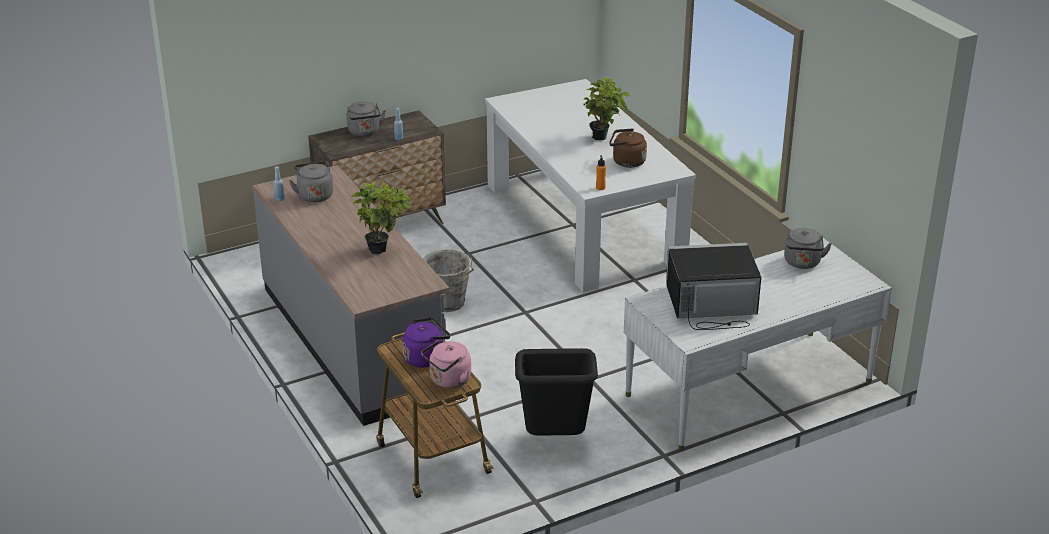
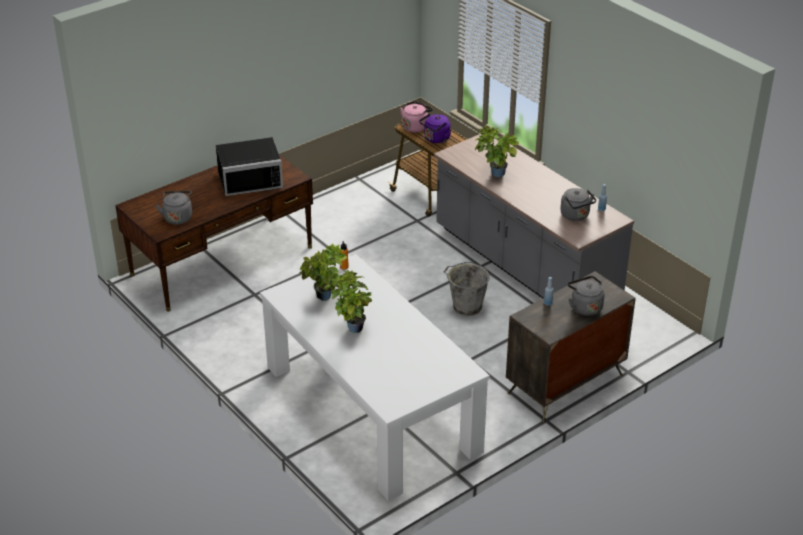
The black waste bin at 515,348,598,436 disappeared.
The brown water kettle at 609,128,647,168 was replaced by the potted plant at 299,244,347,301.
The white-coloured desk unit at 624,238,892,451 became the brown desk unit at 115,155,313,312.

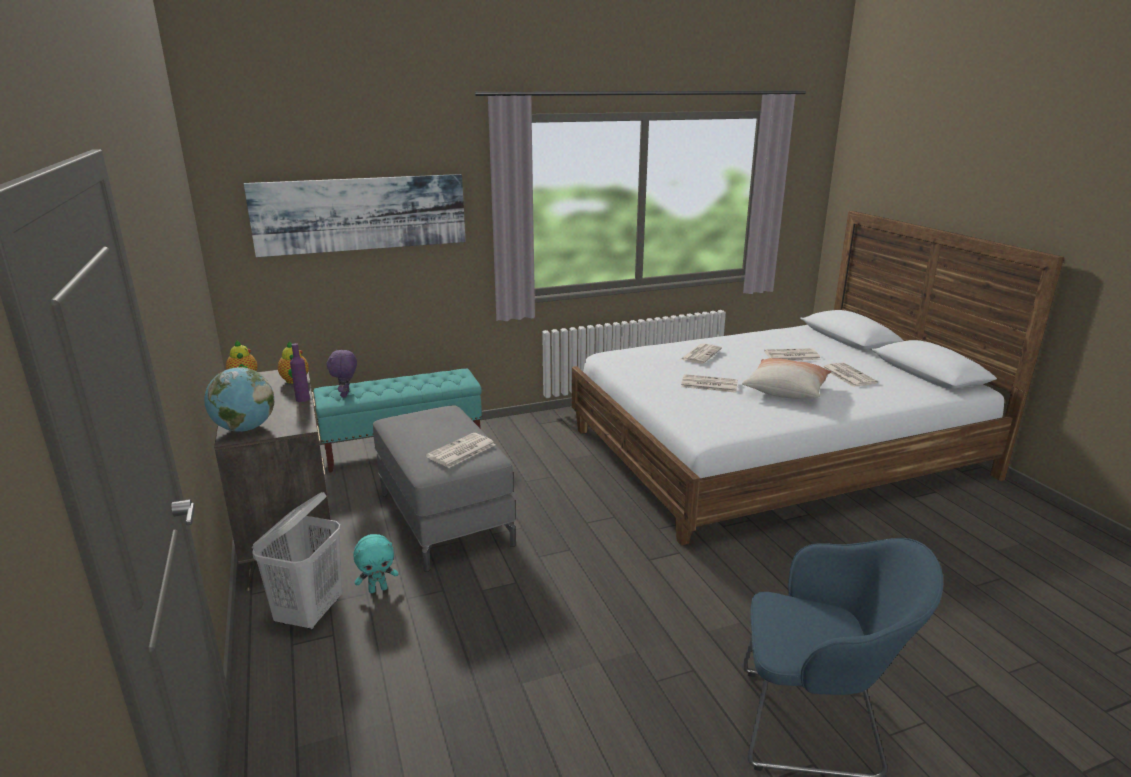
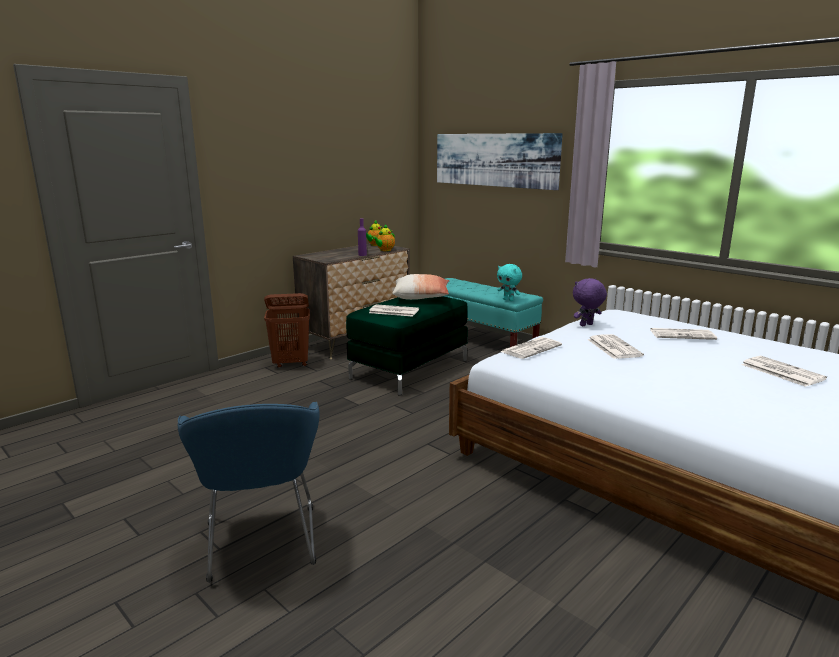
The world globe at 204,367,274,432 disappeared.
The purplish soft toy moved from 326,349,357,398 to 573,278,607,326.
The turquoise-coloured soft toy moved from 354,534,398,593 to 497,264,522,301.
The throw pillow moved from 742,358,832,399 to 392,274,449,300.
The printed paper moved from 824,363,878,387 to 500,337,562,359.
The white-coloured hamper at 252,492,342,630 became the brown hamper at 264,293,310,368.
The greyish ottoman at 373,405,516,572 became the greenish ottoman at 346,296,468,395.

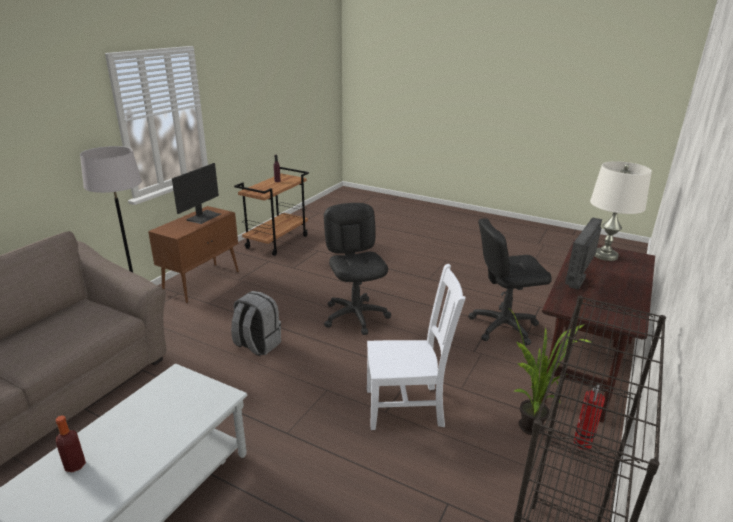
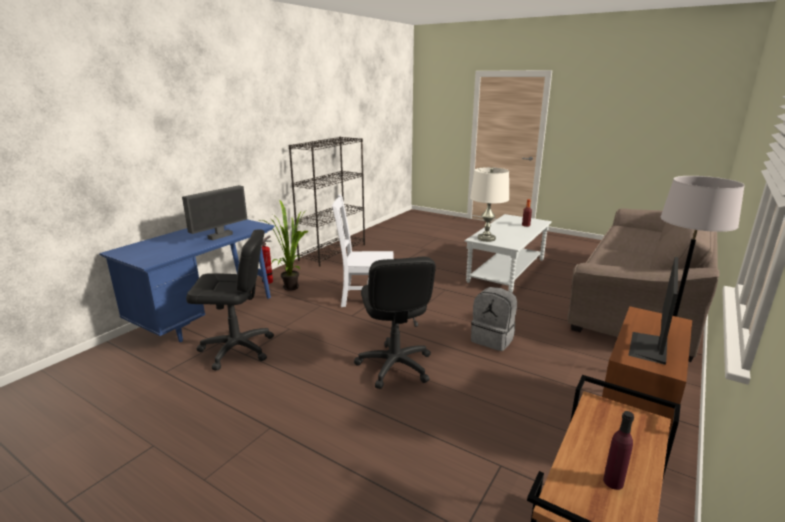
The white-coloured lamp for a table moved from 590,161,652,261 to 470,167,509,242.
The brown desk unit at 541,240,655,422 became the bluish desk unit at 99,219,274,342.

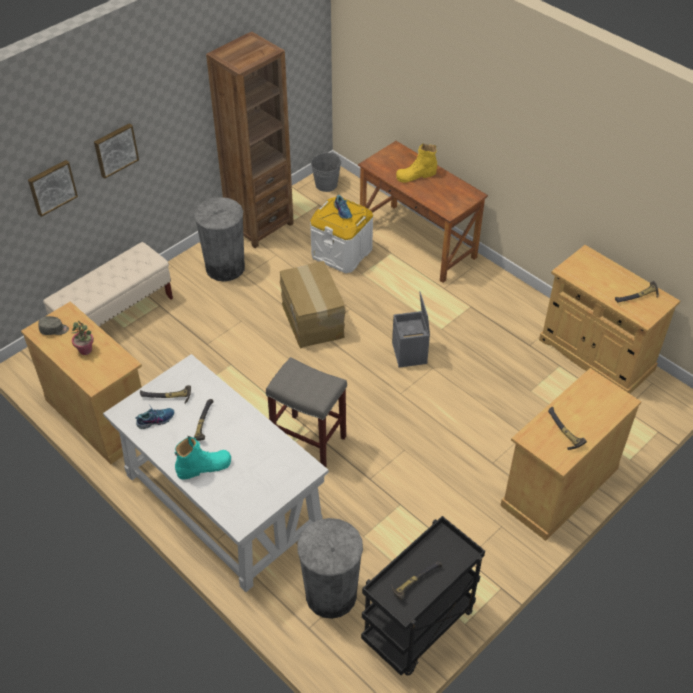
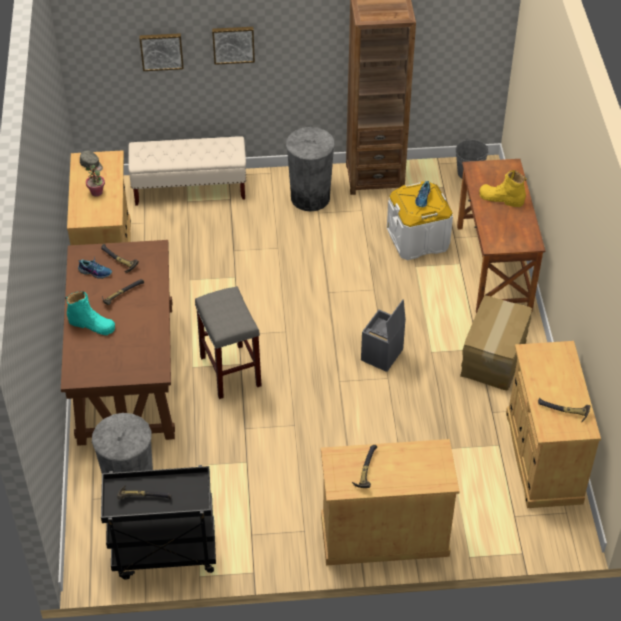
The packing box moved from 280,261,345,348 to 460,295,532,391.
The white-coloured desk unit at 103,354,329,592 became the brown desk unit at 61,240,175,446.

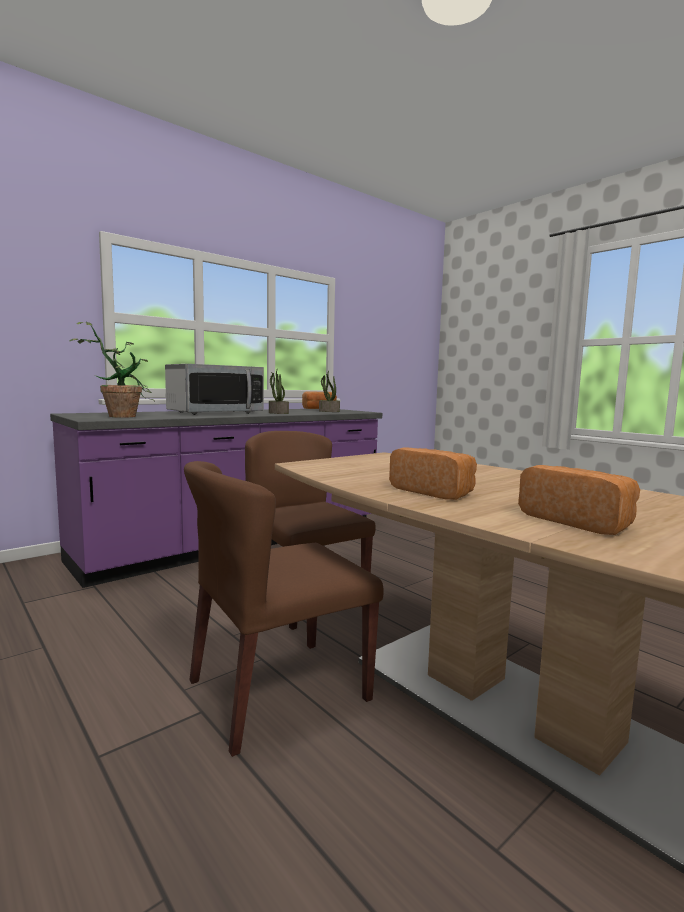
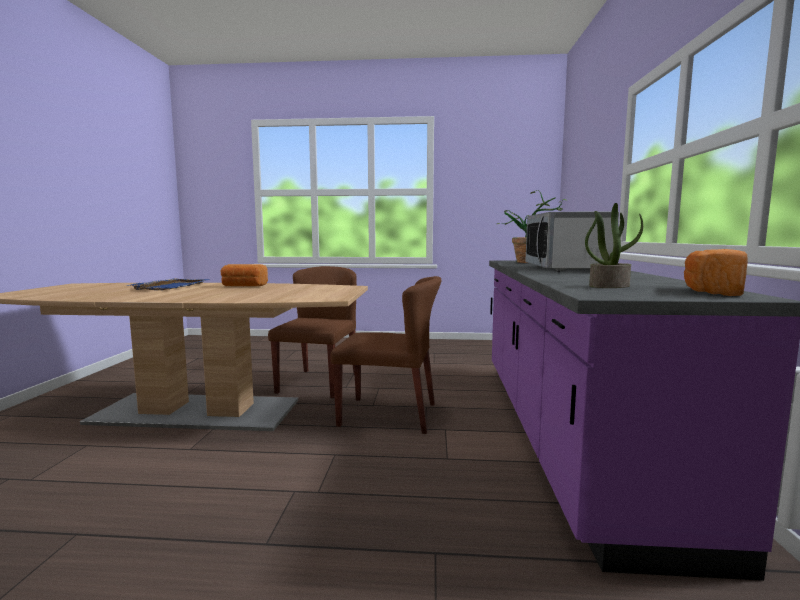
The potted plant at 269,368,289,414 disappeared.
The bakery bread at 518,465,640,535 was replaced by the bluish carrying tray at 126,278,210,290.

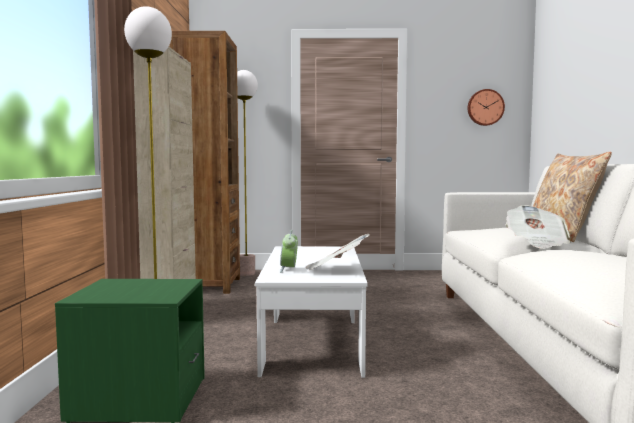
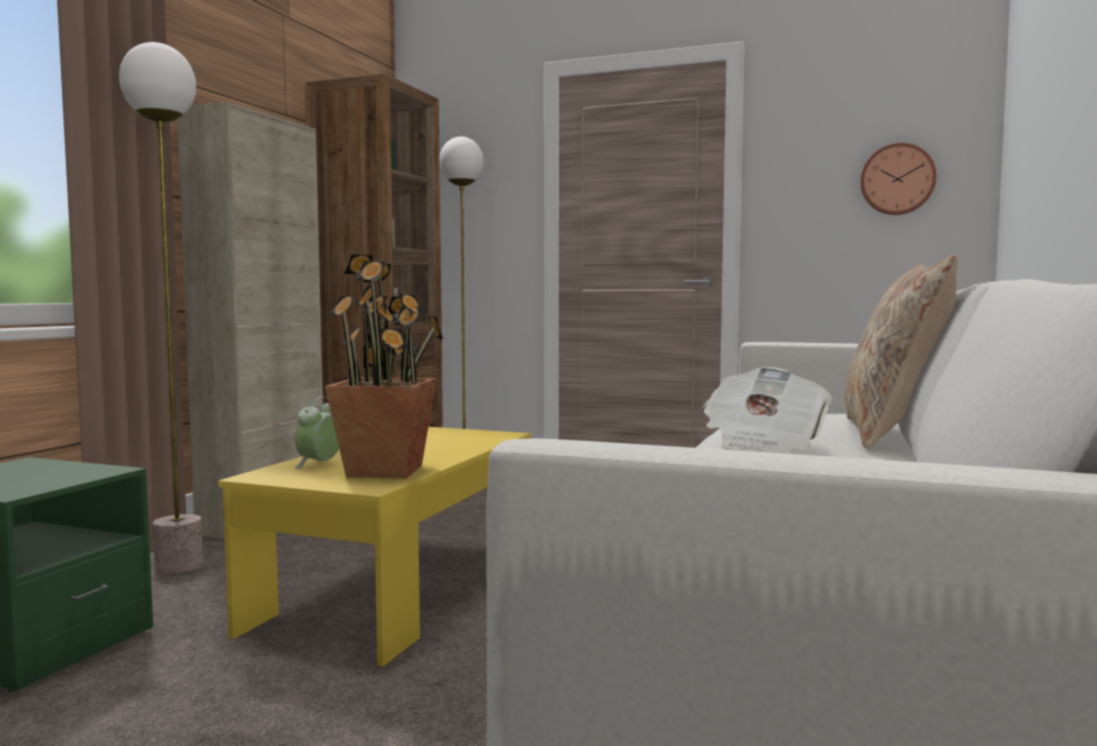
The printed paper at 306,234,370,270 was replaced by the potted plant at 325,255,443,478.
The white-coloured lounge table at 255,246,368,378 became the yellow-coloured lounge table at 218,427,531,667.

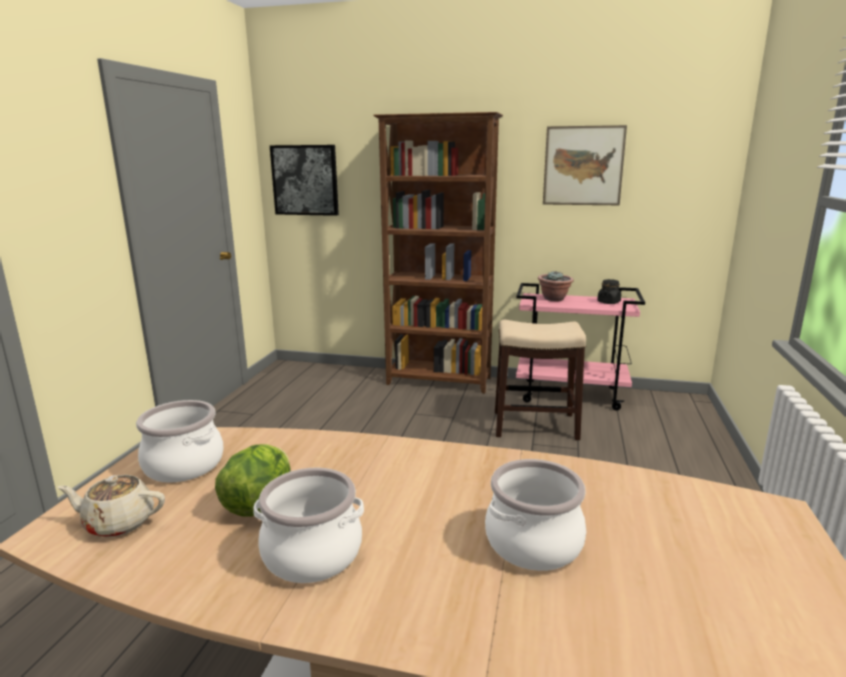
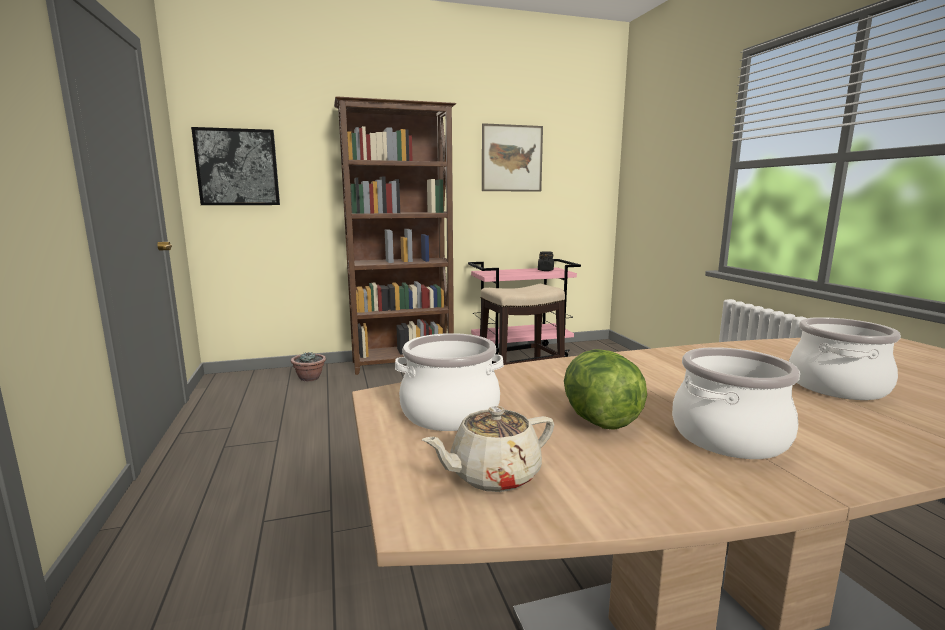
The potted plant moved from 538,271,574,301 to 291,352,326,381.

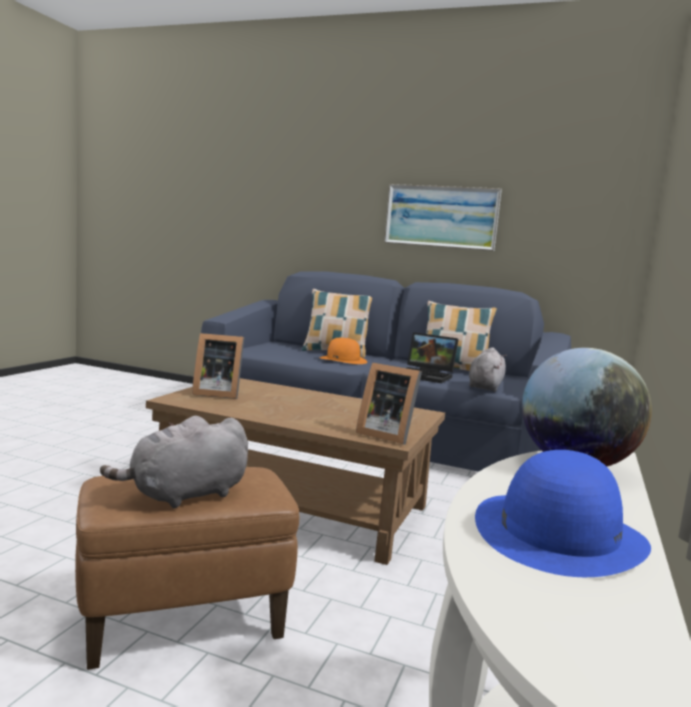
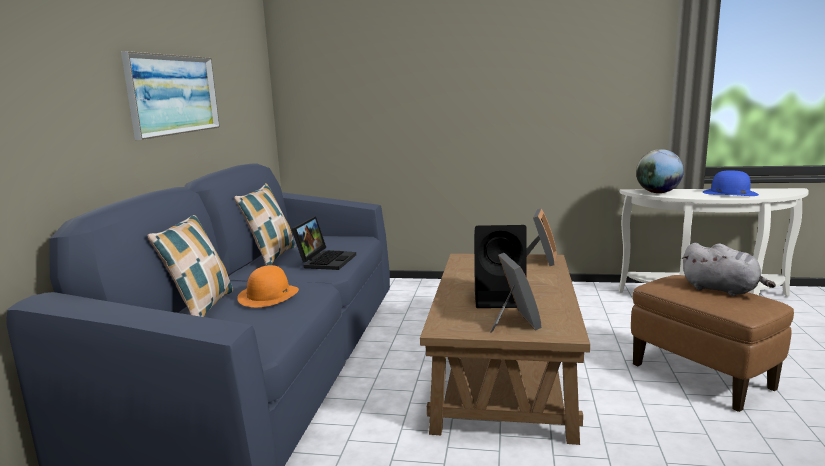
The greyish soft toy at 469,347,507,392 disappeared.
The black speaker at 474,225,526,308 appeared.

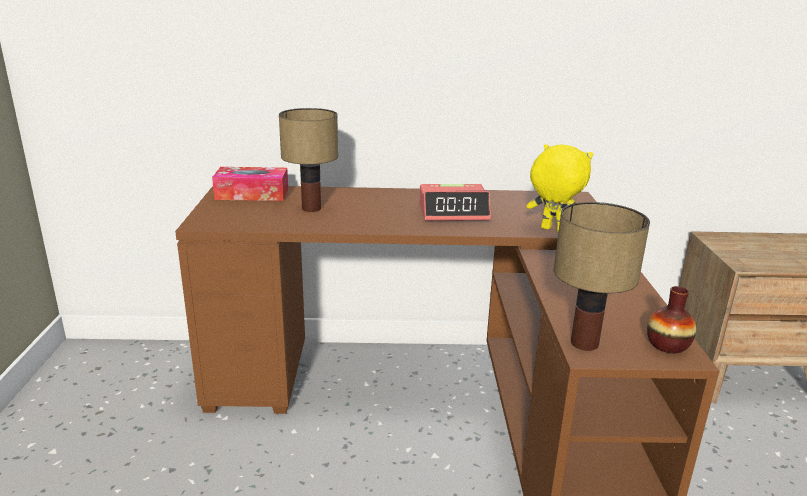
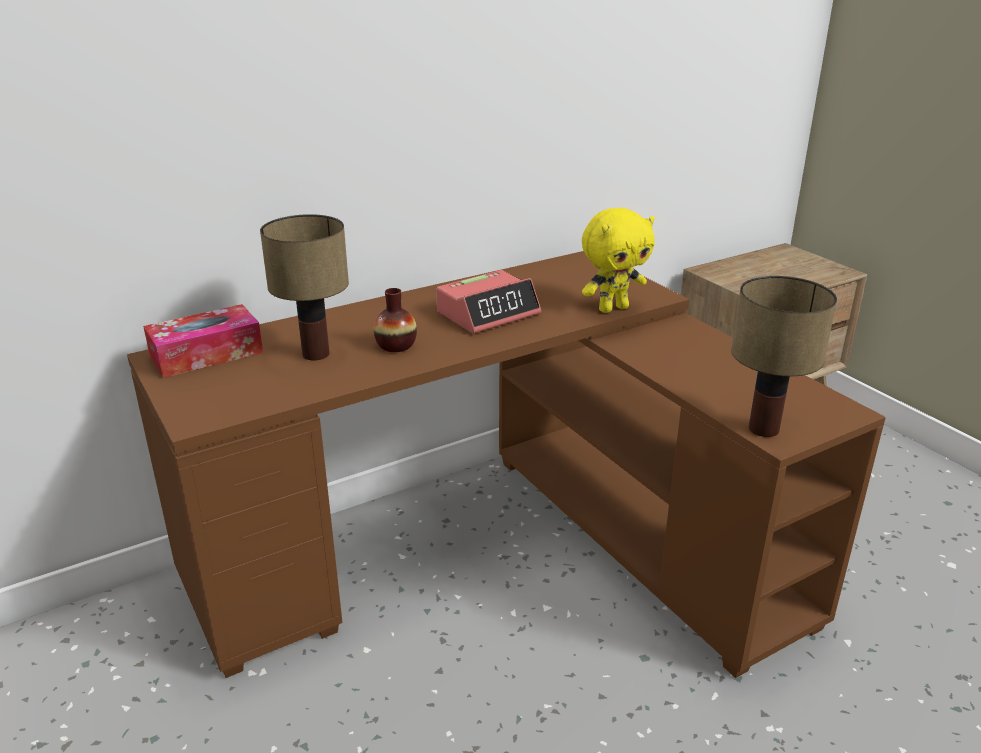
The vase moved from 647,286,696,353 to 374,288,417,352.
The yellow-coloured soft toy at 527,144,593,232 turned 150 degrees clockwise.

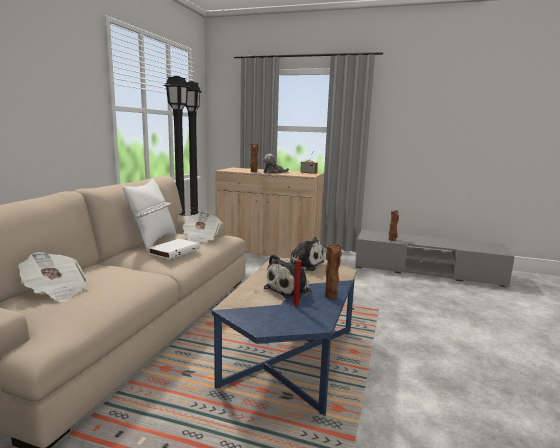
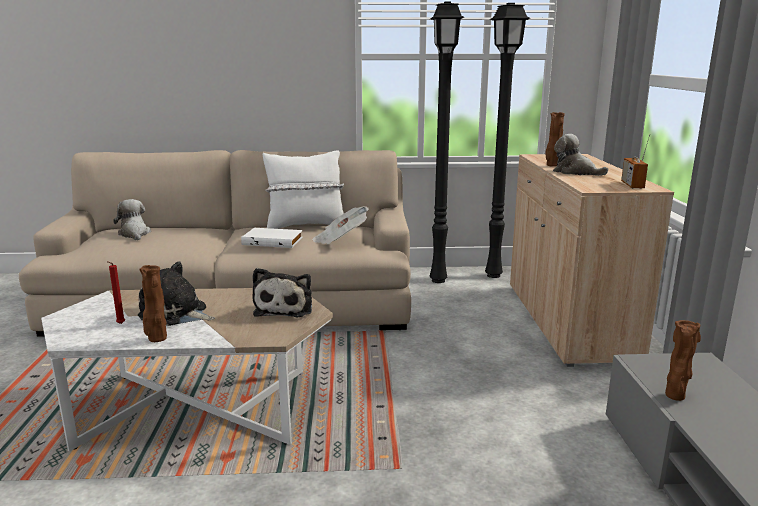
The printed paper at 18,252,89,302 was replaced by the soft toy at 113,199,151,240.
The bluish lounge table at 212,258,357,416 became the white-coloured lounge table at 41,288,333,452.

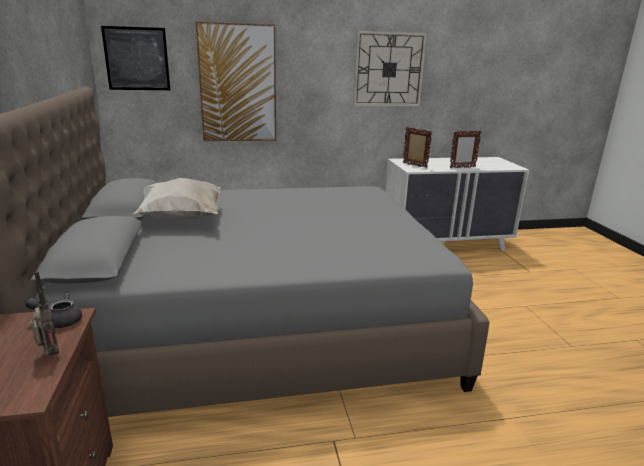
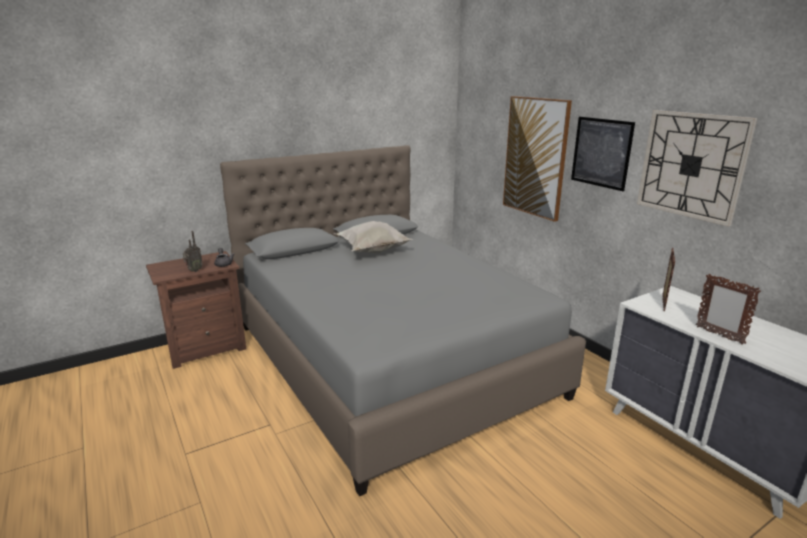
The wall art moved from 101,26,170,90 to 571,117,635,191.

